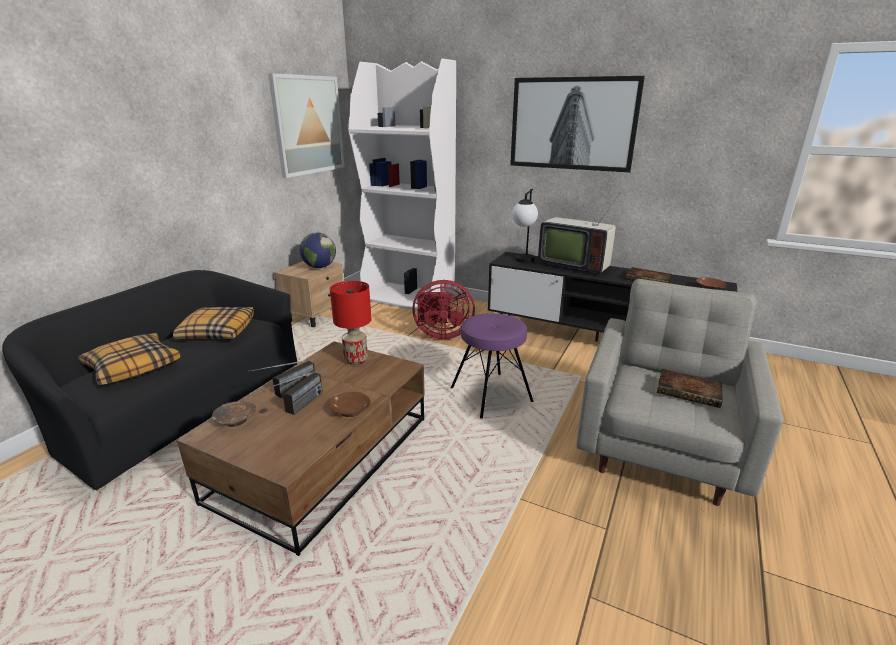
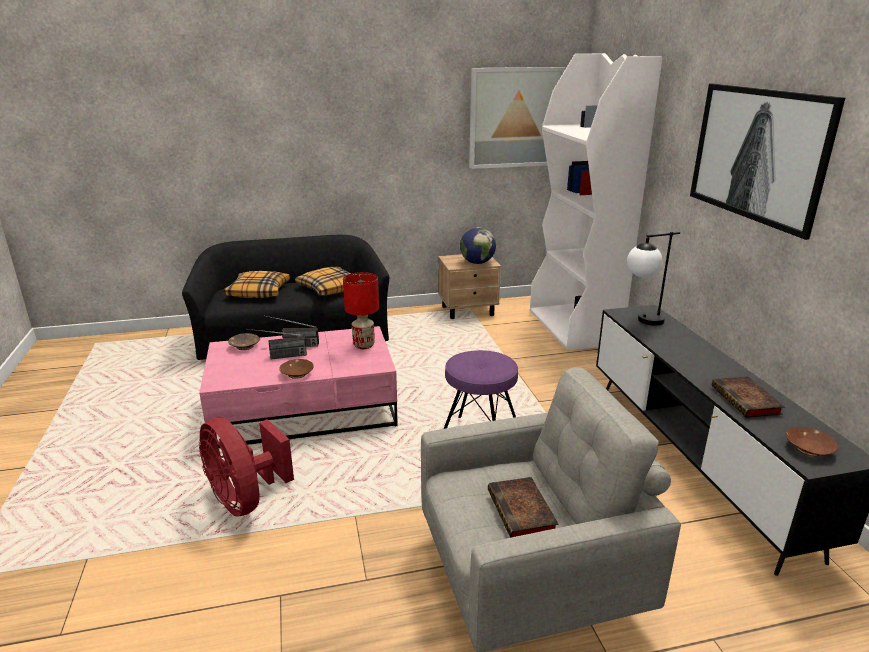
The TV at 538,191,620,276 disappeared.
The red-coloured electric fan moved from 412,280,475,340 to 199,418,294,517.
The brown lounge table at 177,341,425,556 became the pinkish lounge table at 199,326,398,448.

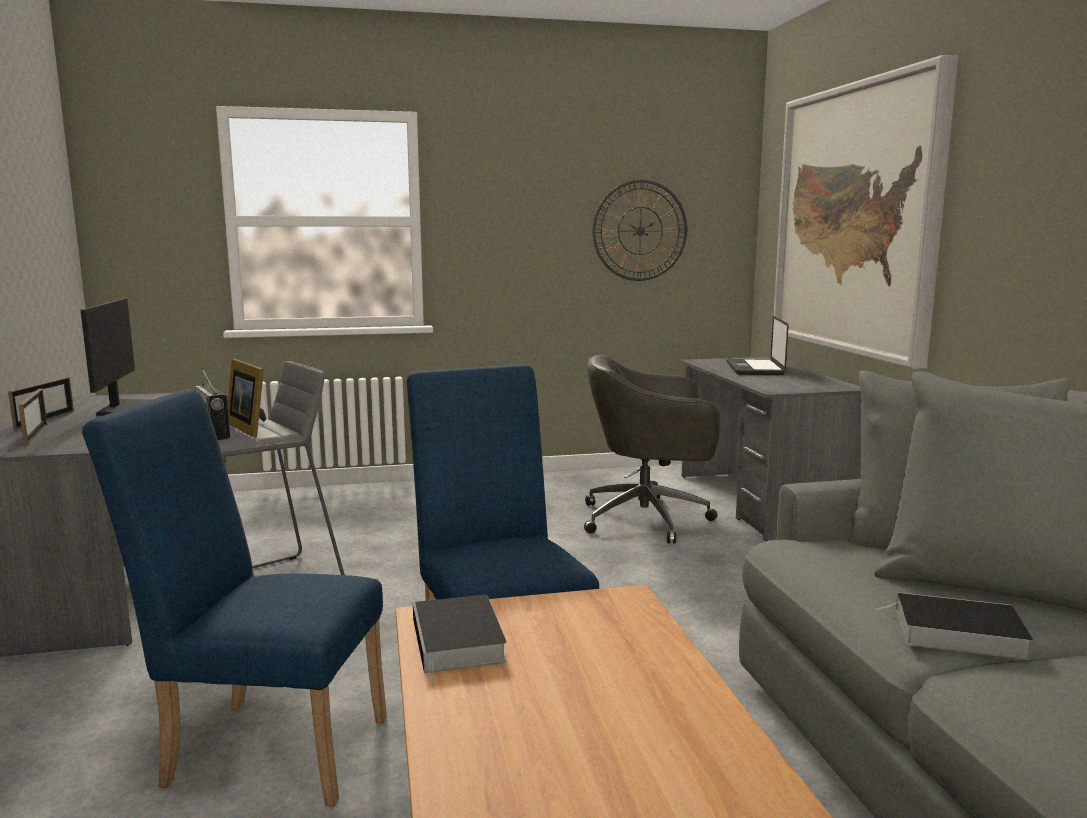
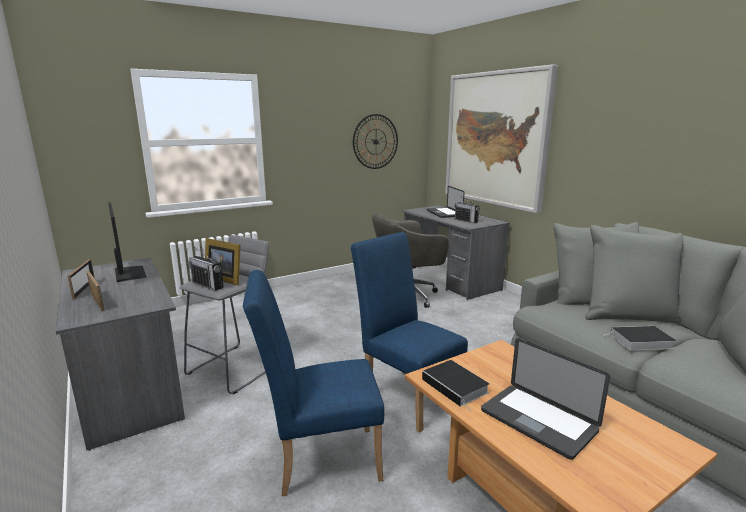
The radio at 454,197,480,223 appeared.
The notebook computer at 481,338,610,460 appeared.

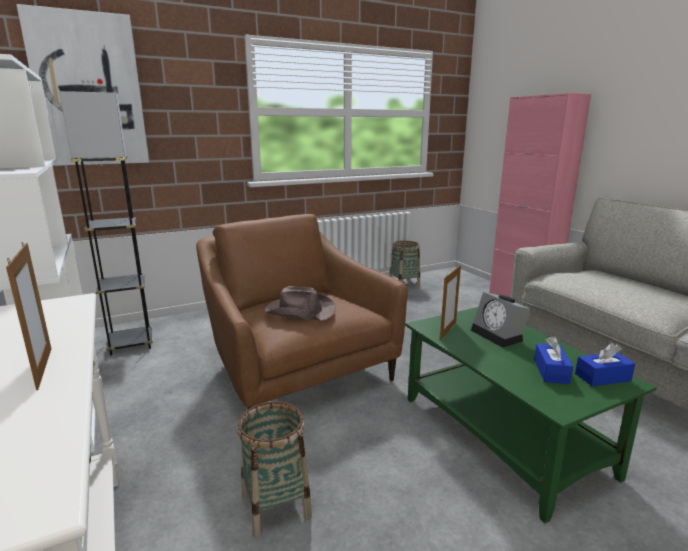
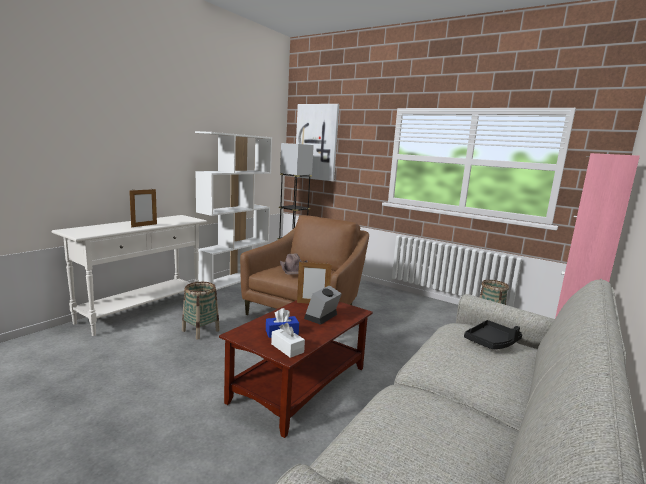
The black carrying tray at 464,320,522,349 appeared.
The greenish lounge table at 405,307,656,523 became the brown lounge table at 219,300,373,438.
The bluish tissue box at 575,343,635,386 became the white-coloured tissue box at 271,323,305,358.

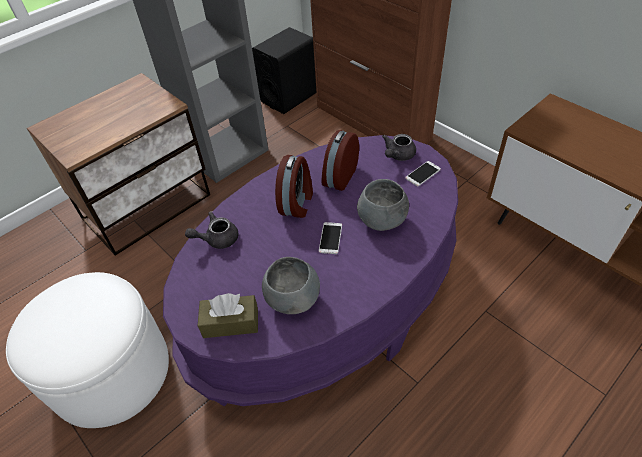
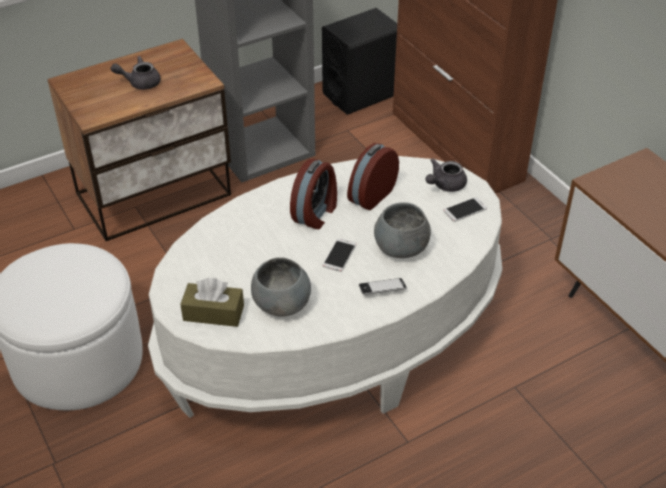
The telephone at 359,278,407,295 appeared.
The greyish pot for tea moved from 185,211,239,249 to 111,56,161,90.
The purplish lounge table at 163,135,458,406 became the white-coloured lounge table at 148,156,502,418.

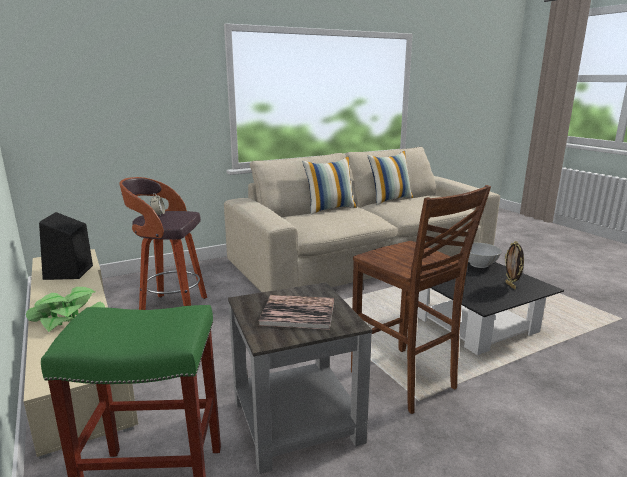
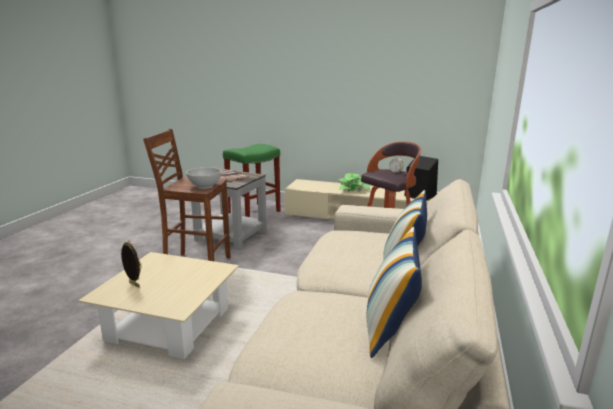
The white-coloured serving bowl moved from 461,243,502,268 to 186,167,222,189.
The black lounge table at 417,262,564,355 became the sand-coloured lounge table at 78,252,239,359.

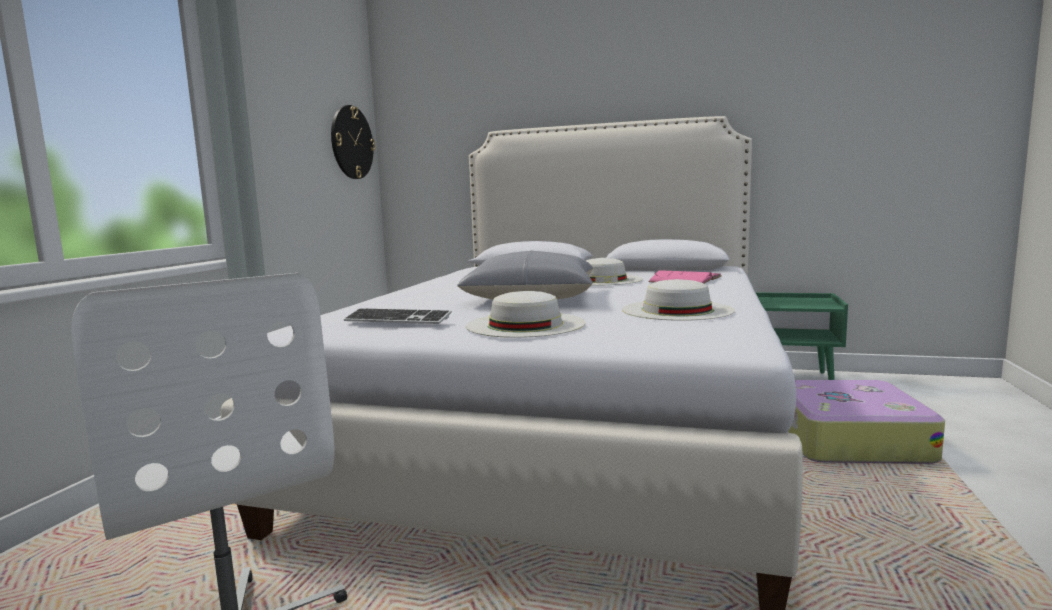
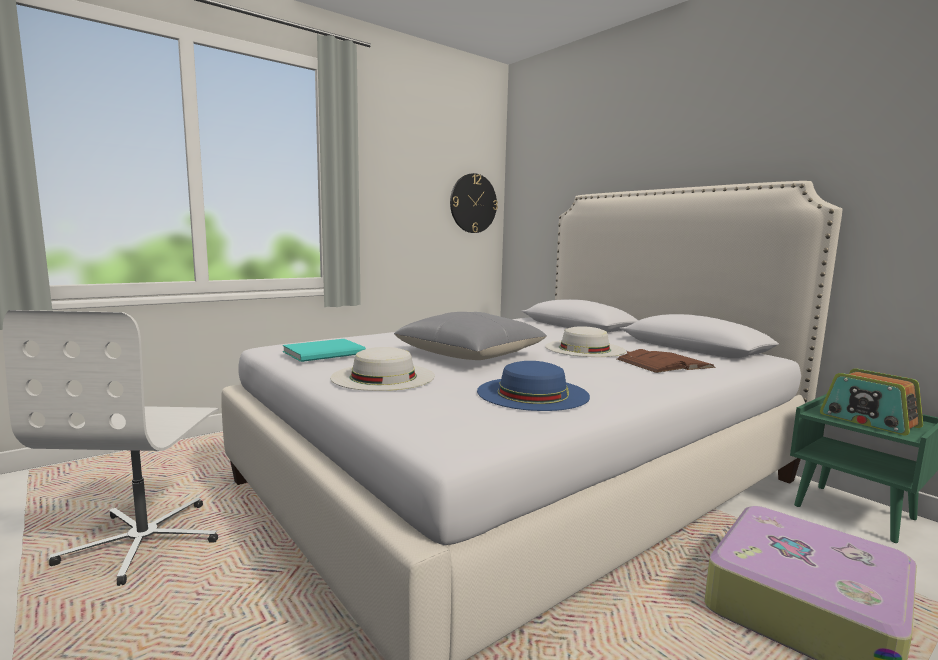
The radio at 820,368,923,436 appeared.
The computer keyboard at 344,308,452,324 was replaced by the turquoise-coloured volume at 283,339,366,362.
The white-coloured wearable hat at 622,279,735,321 became the bluish wearable hat at 477,361,590,411.
The pinkish volume at 649,270,721,284 became the brown volume at 617,349,715,373.

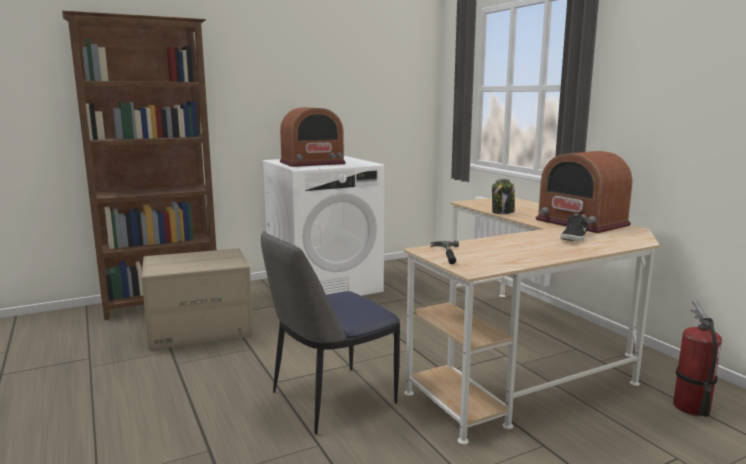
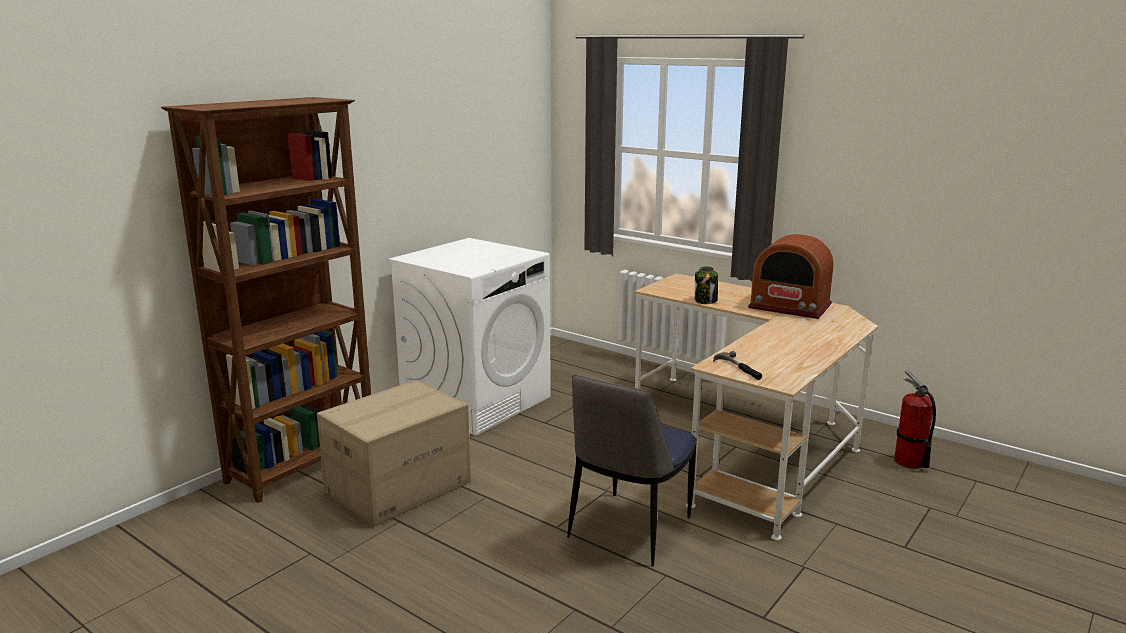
The radio at 280,107,346,167 disappeared.
The black item of footwear at 560,213,587,241 disappeared.

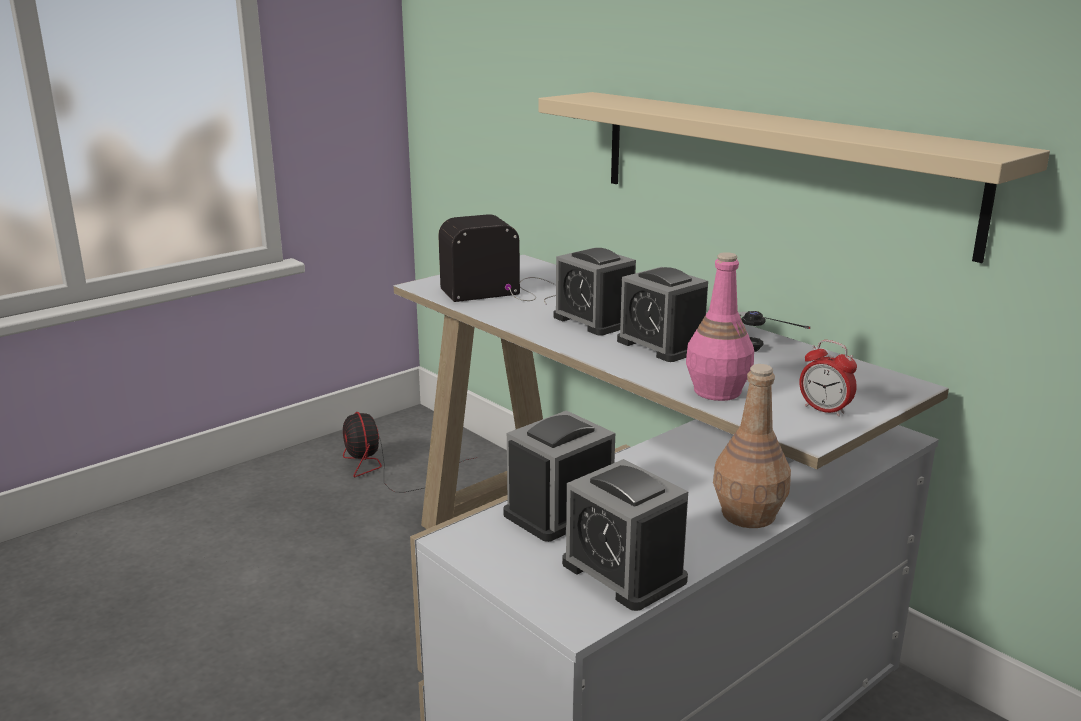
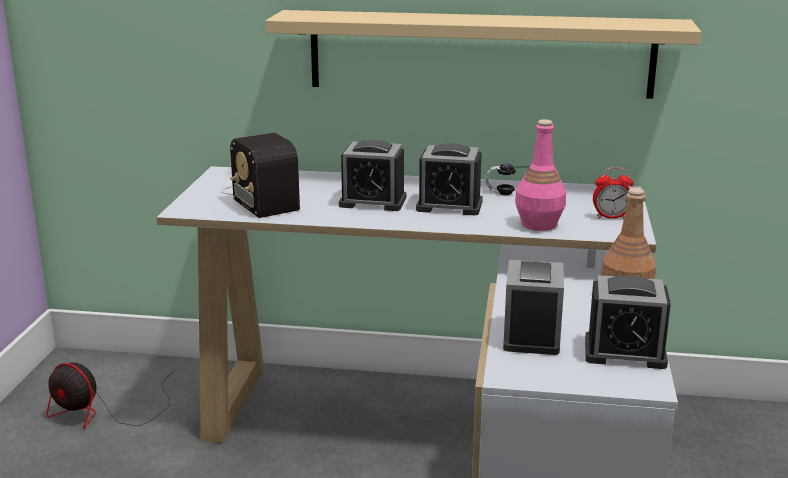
The radio at 438,214,556,305 turned 60 degrees counterclockwise.

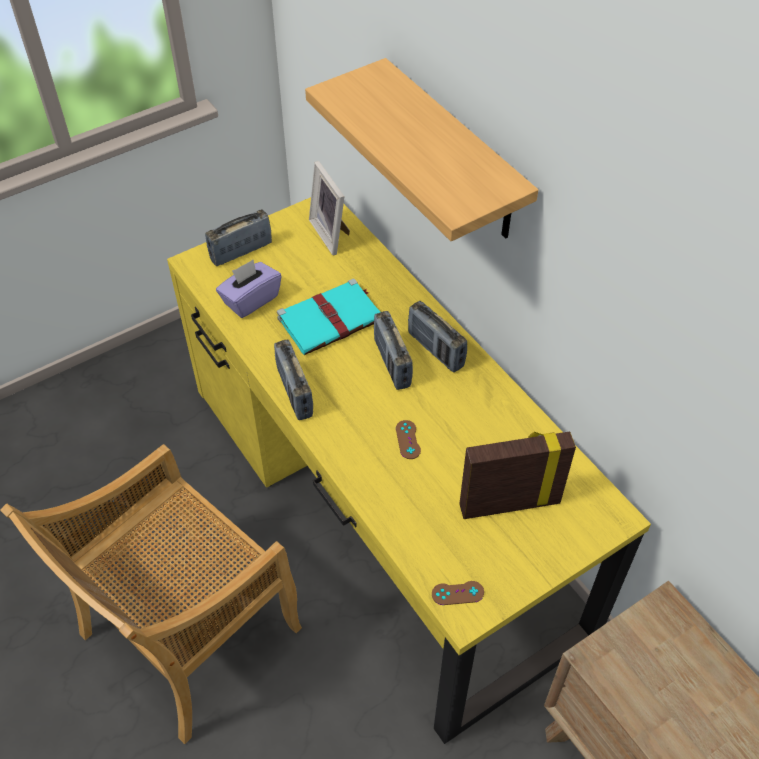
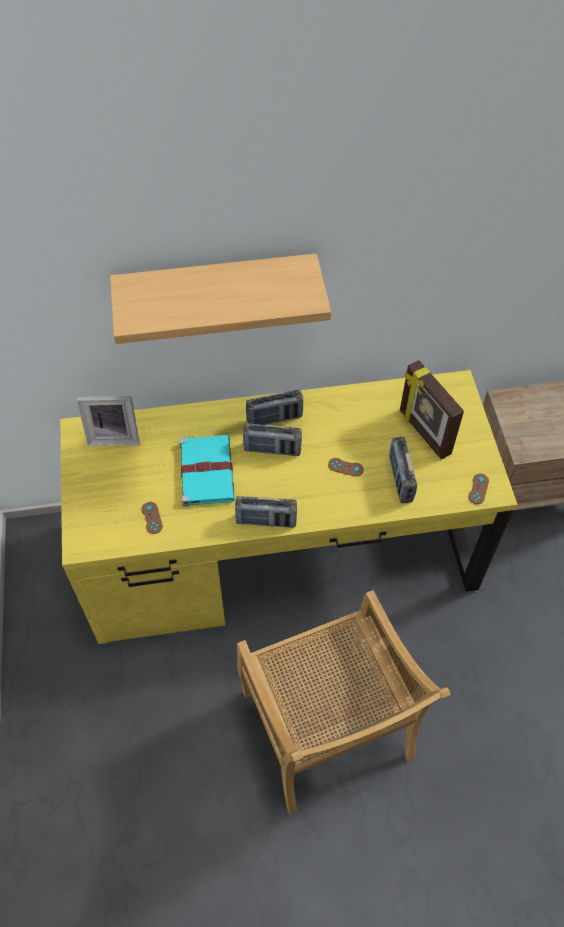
The radio moved from 205,209,272,266 to 389,437,417,503.
The purplish tissue box at 216,260,282,318 was replaced by the brown gamepad at 141,502,163,534.
The standing frame at 459,431,576,519 turned 45 degrees counterclockwise.

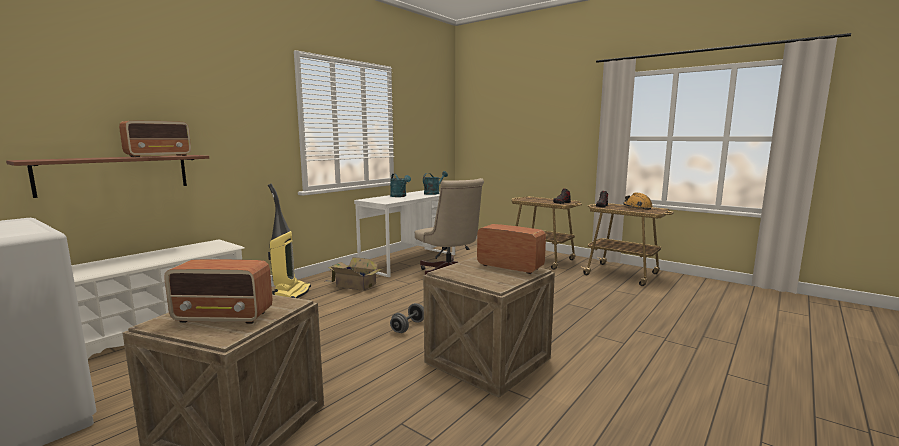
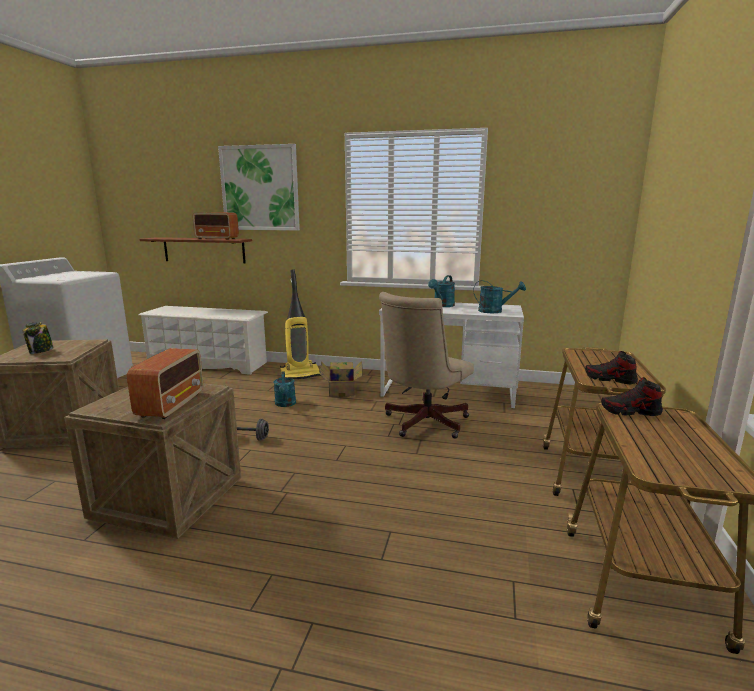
The orange-coloured hard hat at 623,193,653,210 disappeared.
The wall art at 218,144,300,231 appeared.
The turquoise-coloured watering can at 274,371,296,407 appeared.
The radio at 164,259,272,324 was replaced by the jar at 22,322,54,354.

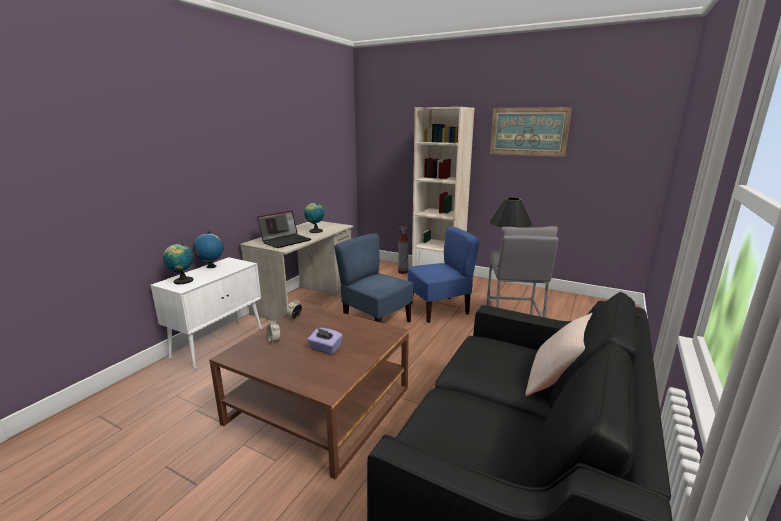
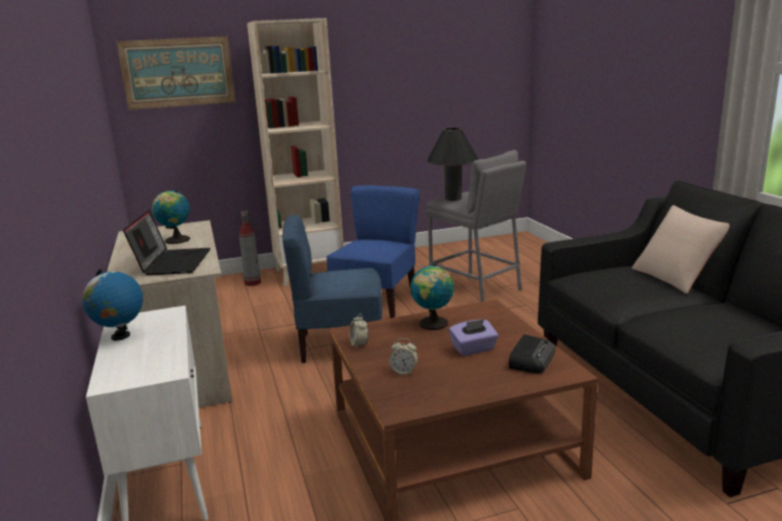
The radio at 509,334,555,373 appeared.
The world globe moved from 163,243,194,284 to 410,263,454,330.
The wall art moved from 490,107,572,157 to 117,36,236,110.

